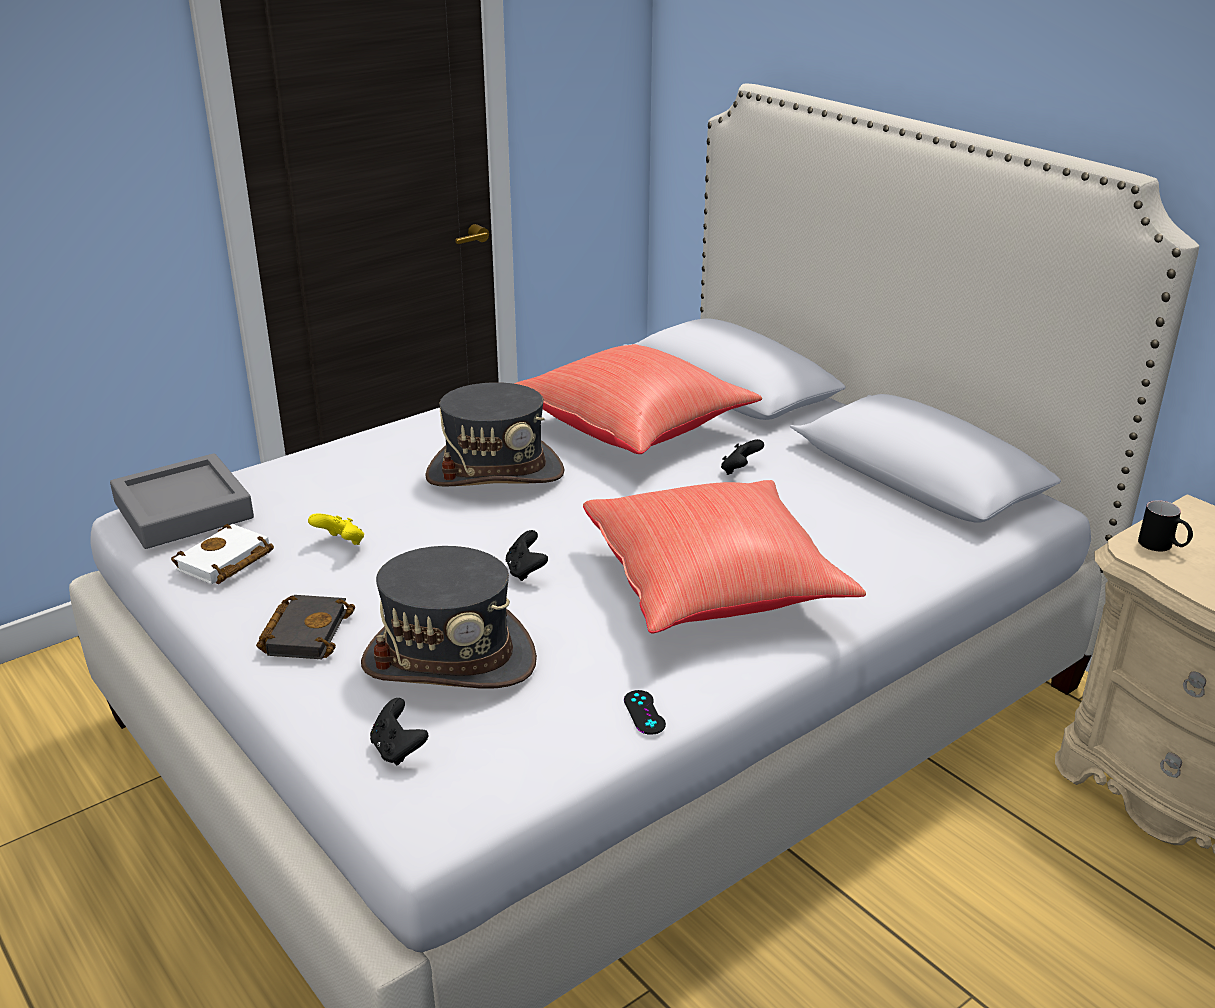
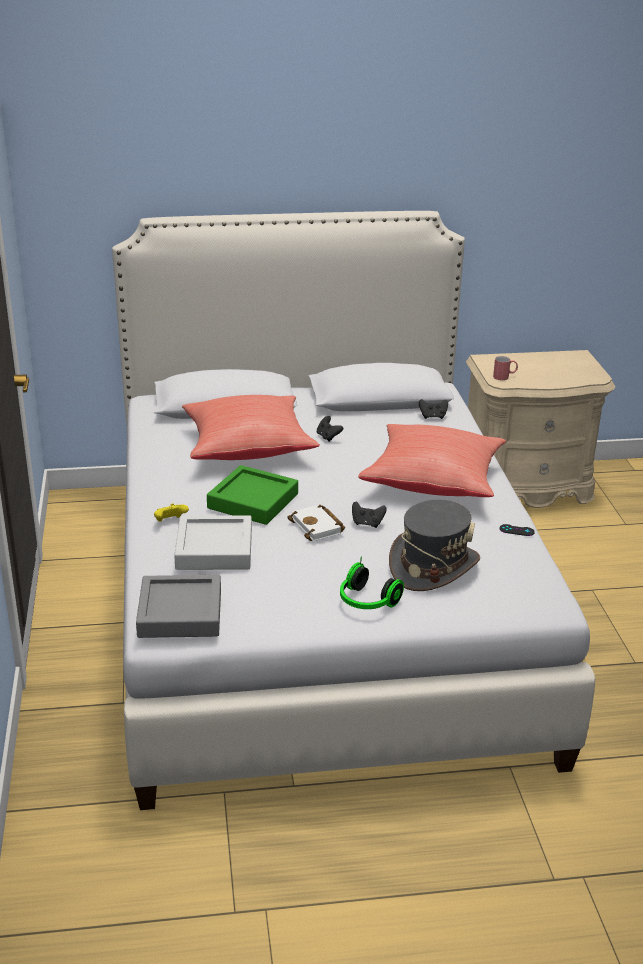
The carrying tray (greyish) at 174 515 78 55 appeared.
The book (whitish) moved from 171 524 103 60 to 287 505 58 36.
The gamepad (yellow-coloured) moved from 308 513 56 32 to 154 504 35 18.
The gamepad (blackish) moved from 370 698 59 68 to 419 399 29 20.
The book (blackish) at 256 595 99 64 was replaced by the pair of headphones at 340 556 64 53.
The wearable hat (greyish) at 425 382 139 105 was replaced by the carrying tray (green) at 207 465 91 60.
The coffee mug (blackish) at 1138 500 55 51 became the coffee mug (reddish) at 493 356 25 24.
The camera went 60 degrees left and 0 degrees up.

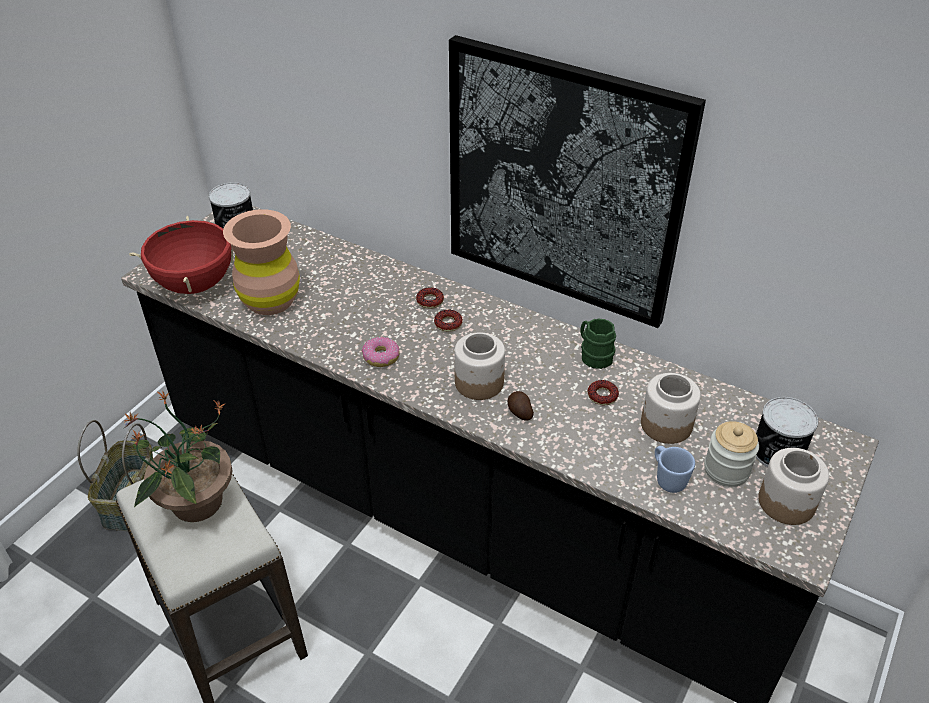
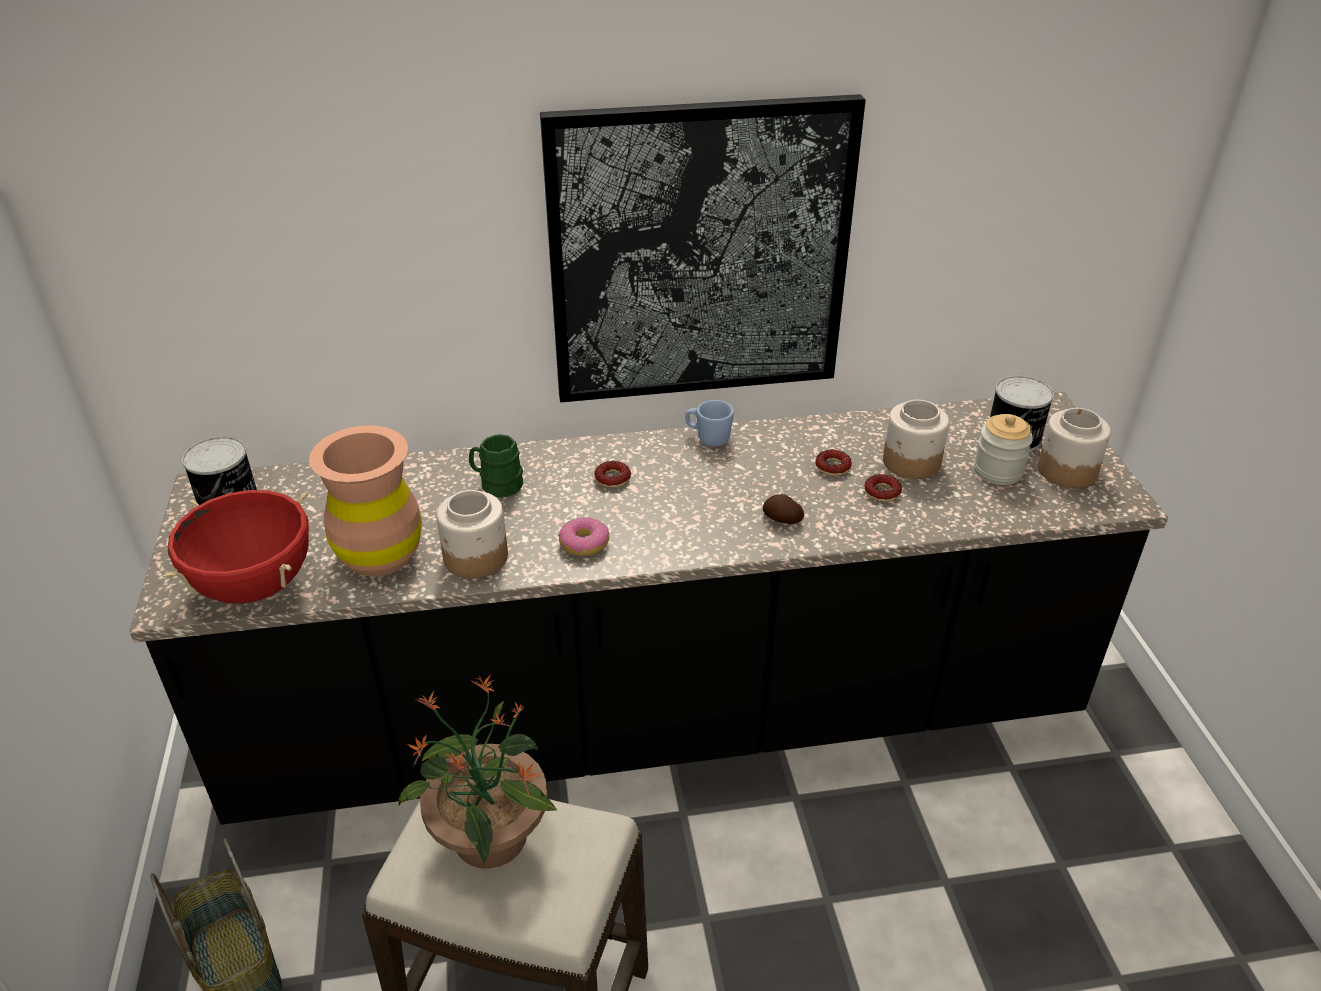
The doughnut moved from 416 287 28 22 to 864 474 38 28.
The preserve jar moved from 454 332 51 68 to 436 490 72 89.
The coffee mug (green) moved from 580 318 36 51 to 469 434 54 64.
The coffee mug (blue) moved from 655 446 40 47 to 685 400 49 47.
The camera went 40 degrees left and 5 degrees down.

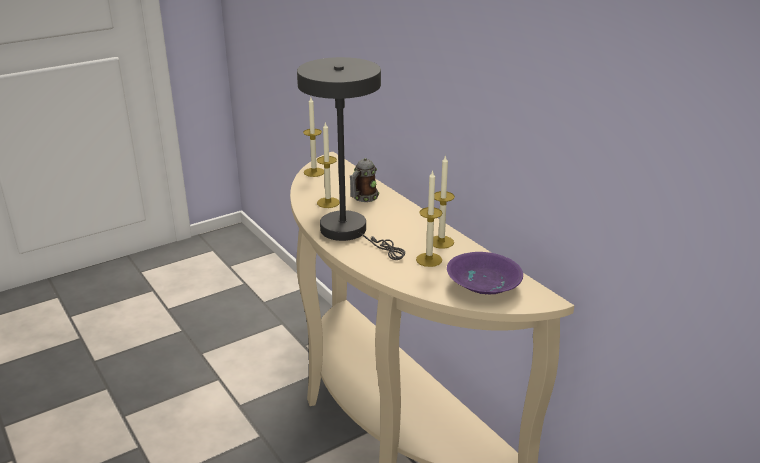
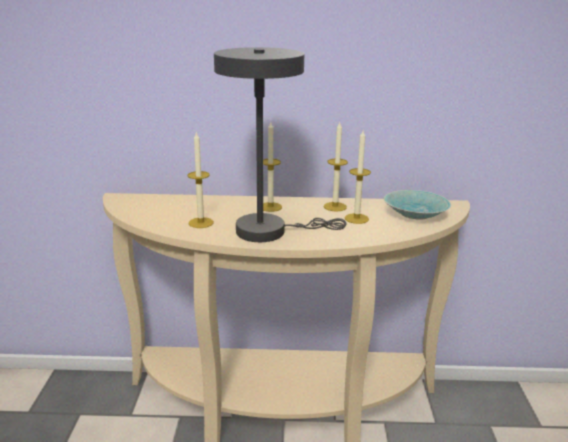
The coffee mug at 350 158 29 44 disappeared.
The candle moved from 303 97 21 80 to 263 122 19 90.
The serving bowl (purple-coloured) at 447 252 76 43 became the serving bowl (turquoise) at 384 190 67 30.
The camera went 55 degrees left and 5 degrees down.

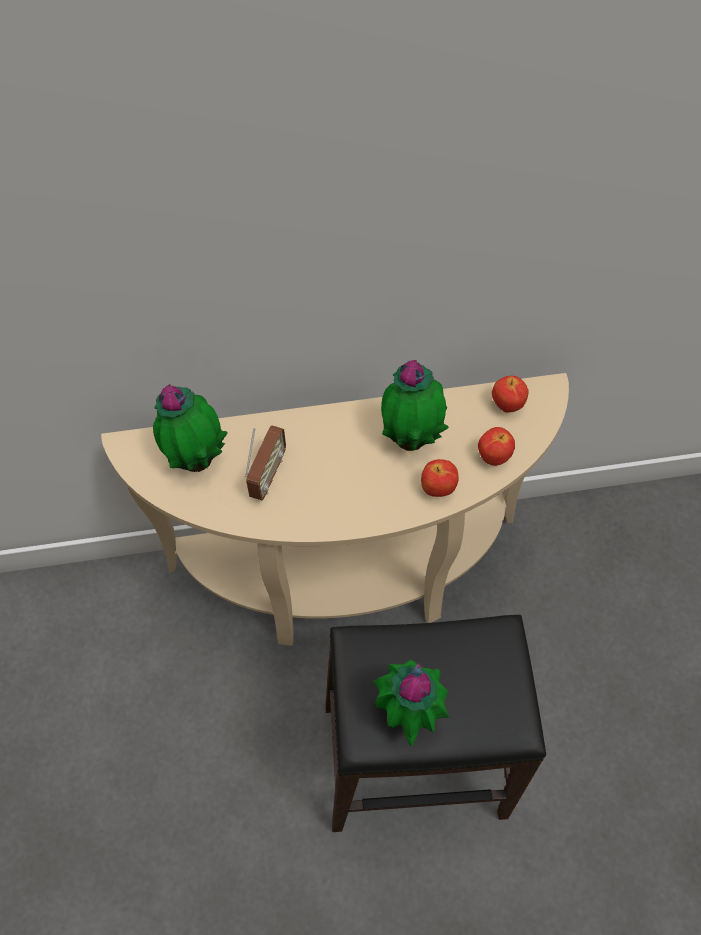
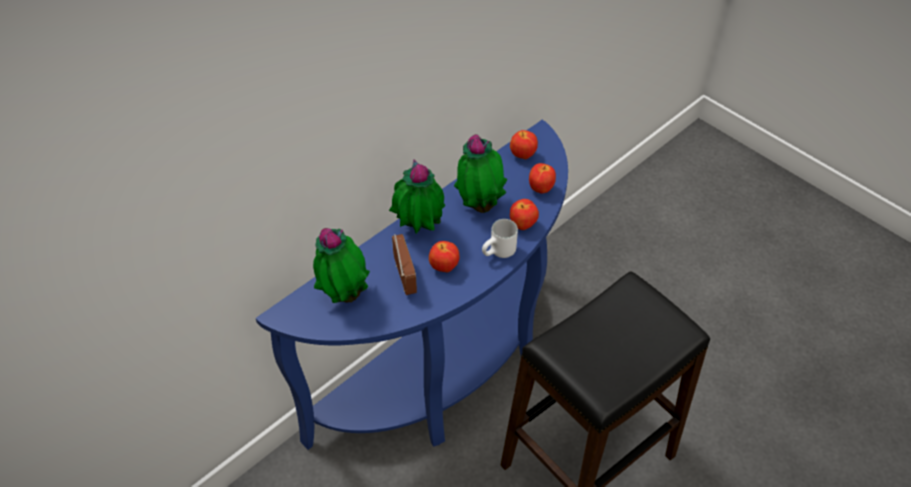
The apple at 429 241 31 31 appeared.
The coffee mug (whitish) at 482 219 36 39 appeared.
The houseplant moved from 373 660 76 87 to 389 159 56 75.
The console table (beige) at 101 373 468 273 became the console table (blue) at 256 120 312 330.
The camera went 35 degrees left and 10 degrees down.

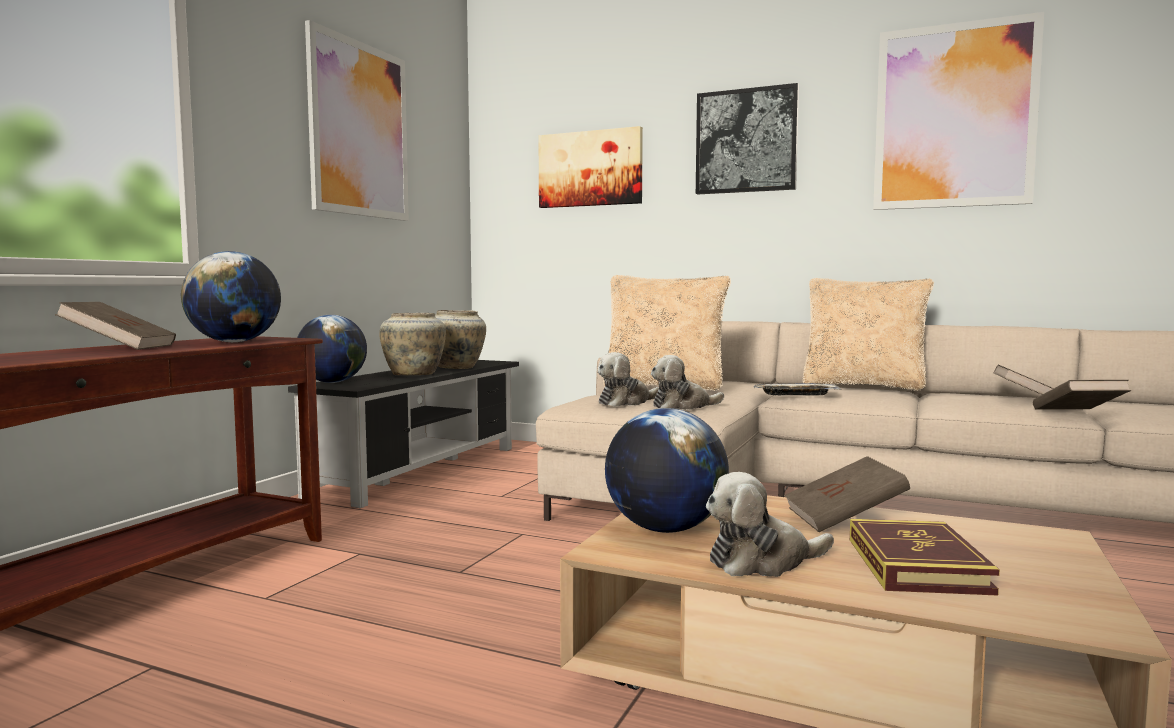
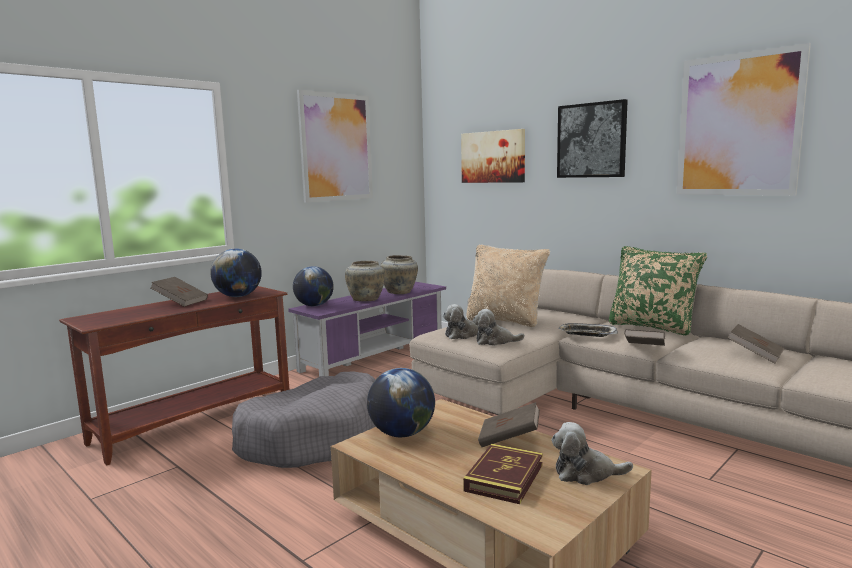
The pet bed (greyish) at 232 372 144 96 appeared.
The soft toy moved from 706 472 128 105 to 551 422 82 63.
The book (brown) moved from 1033 380 98 29 to 624 329 41 17.
The tv unit (blackish) at 288 360 231 148 became the tv unit (purple-coloured) at 288 282 158 95.
The throw pillow (beige) at 803 278 131 113 became the throw pillow (green) at 609 246 98 90.
The camera went 20 degrees right and 5 degrees up.

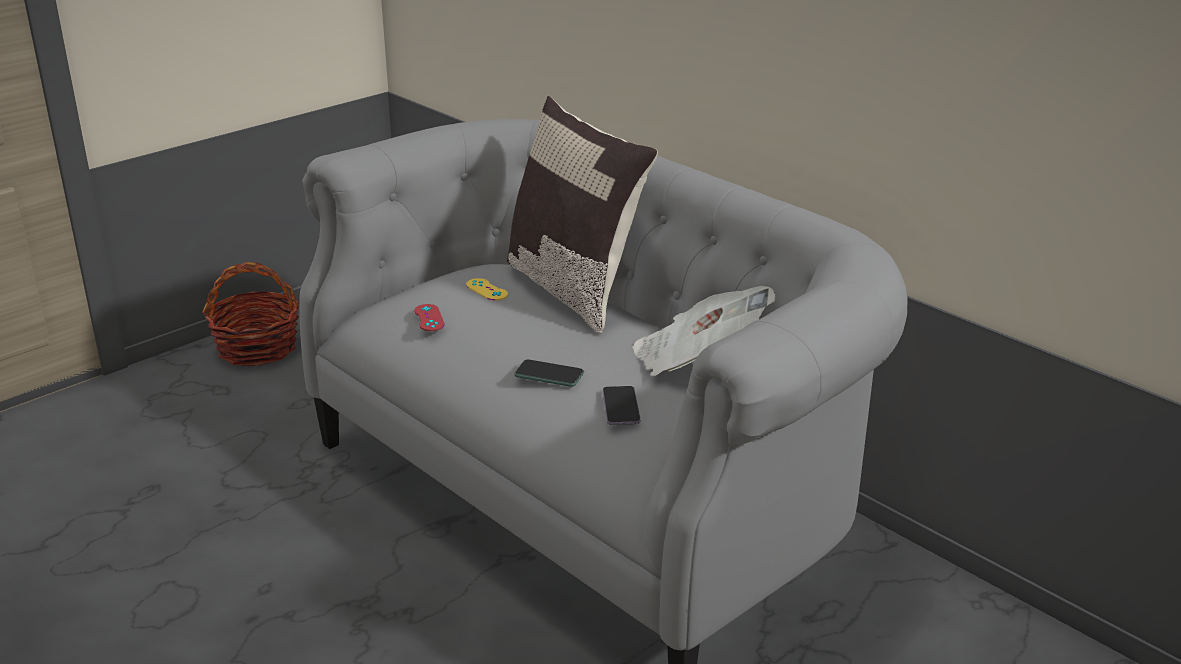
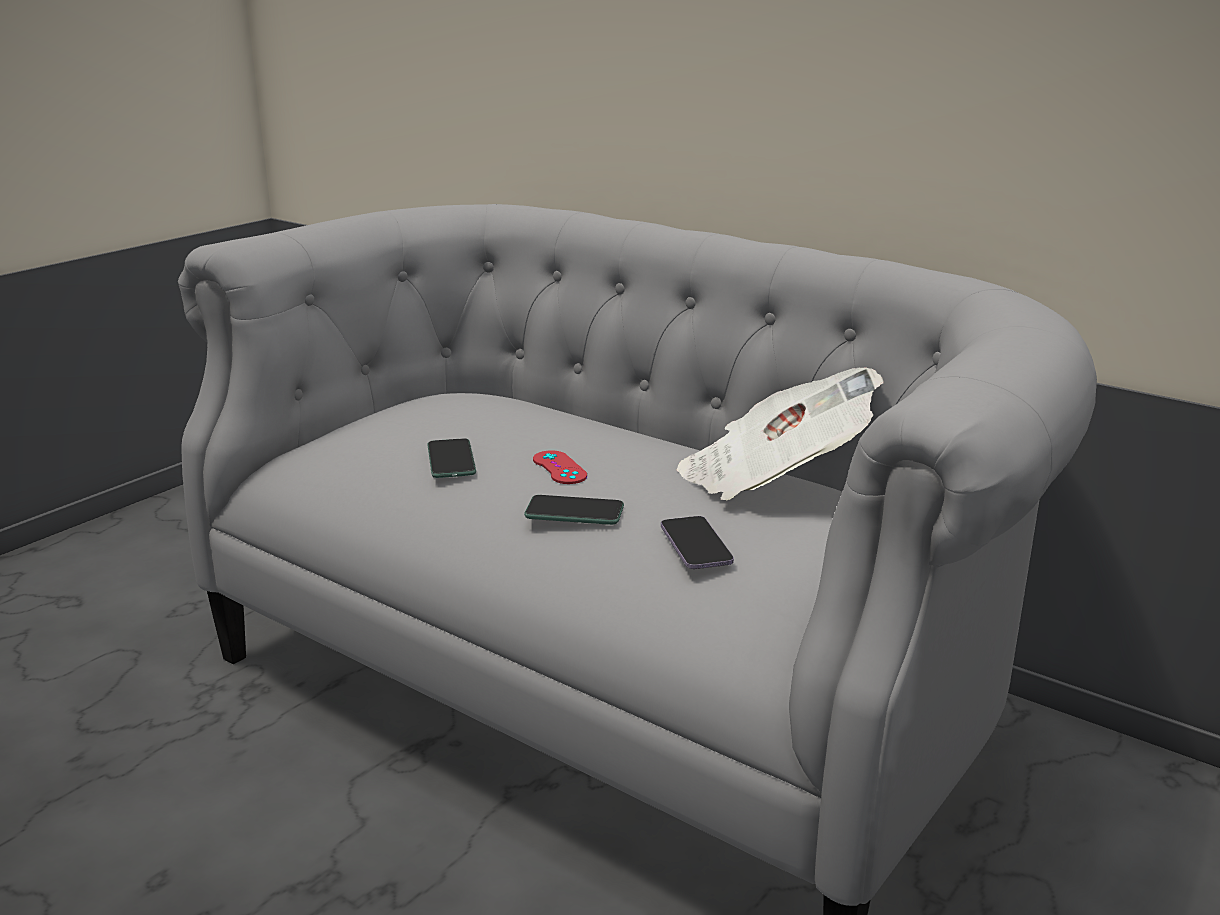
The basket at 202 262 97 104 disappeared.
The gamepad (yellow-coloured) at 466 278 42 23 disappeared.
The throw pillow at 507 96 151 237 disappeared.
The phone at 427 438 49 40 appeared.
The gamepad (reddish) moved from 414 304 30 27 to 533 450 54 34.
The camera went 10 degrees left and 5 degrees down.

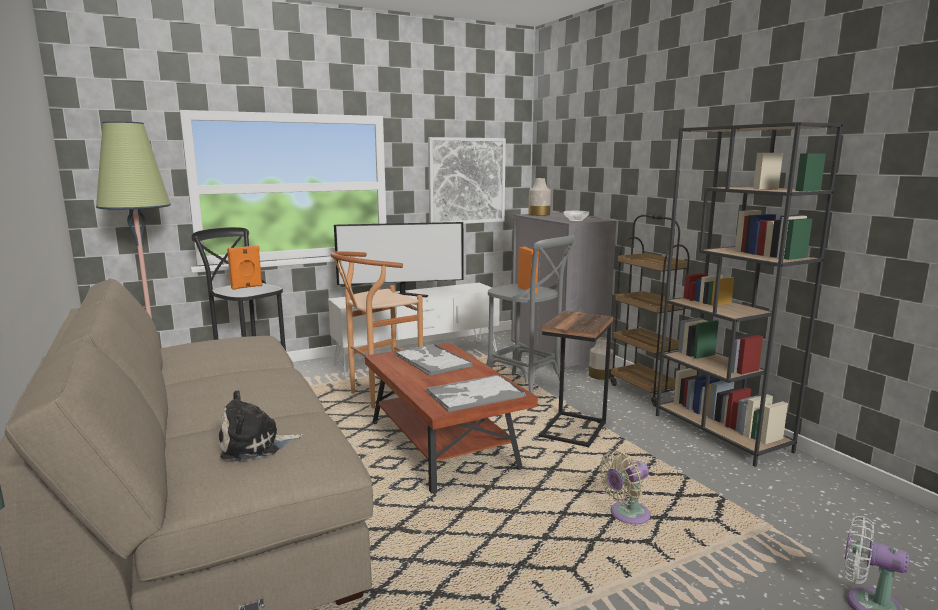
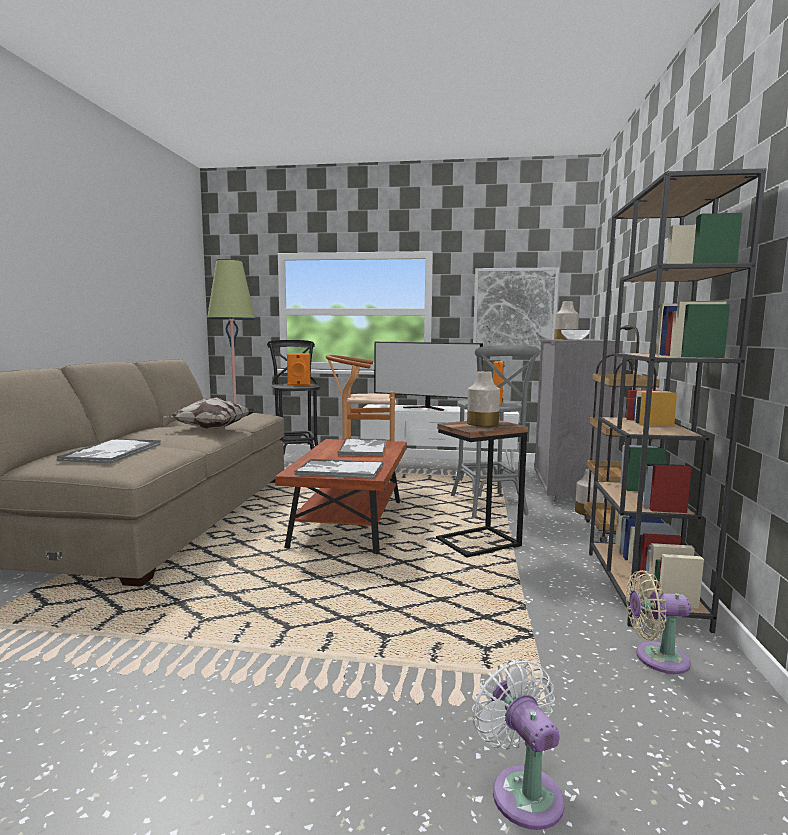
The throw pillow at 163 398 92 31 appeared.
The vase (beige) at 467 371 33 56 appeared.
The cooling fan (beige) moved from 599 451 52 73 to 626 570 65 104.
The soft toy at 219 390 84 71 was replaced by the carrying tray at 57 439 104 24.
The camera went 35 degrees right and 5 degrees down.

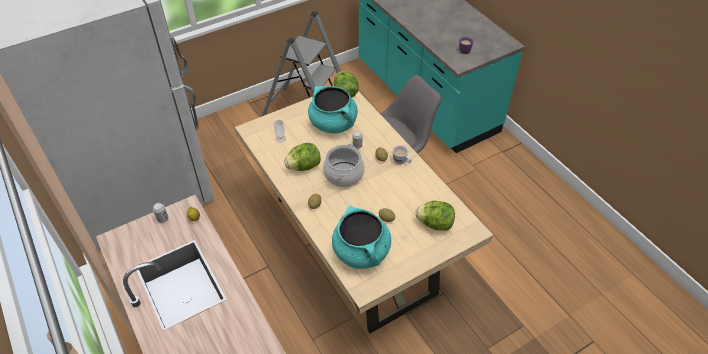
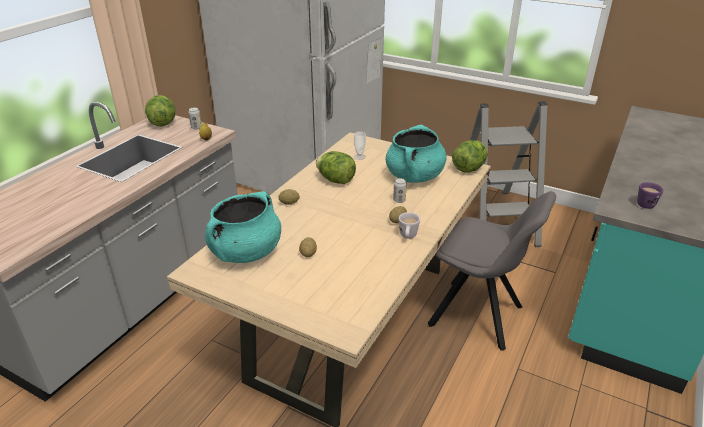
The cooking pot at 323 144 42 43 disappeared.
The lettuce moved from 415 201 40 30 to 145 95 30 31.
The camera went 60 degrees right and 15 degrees down.

